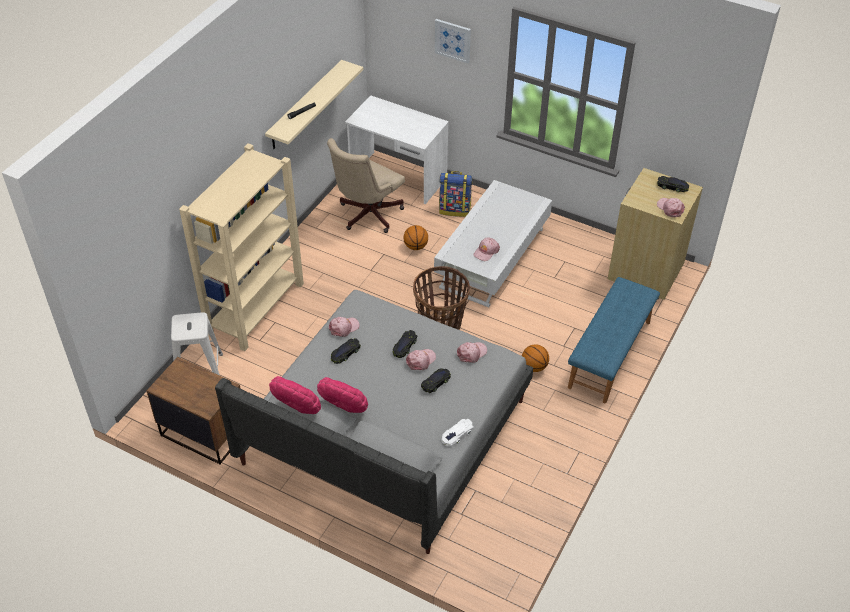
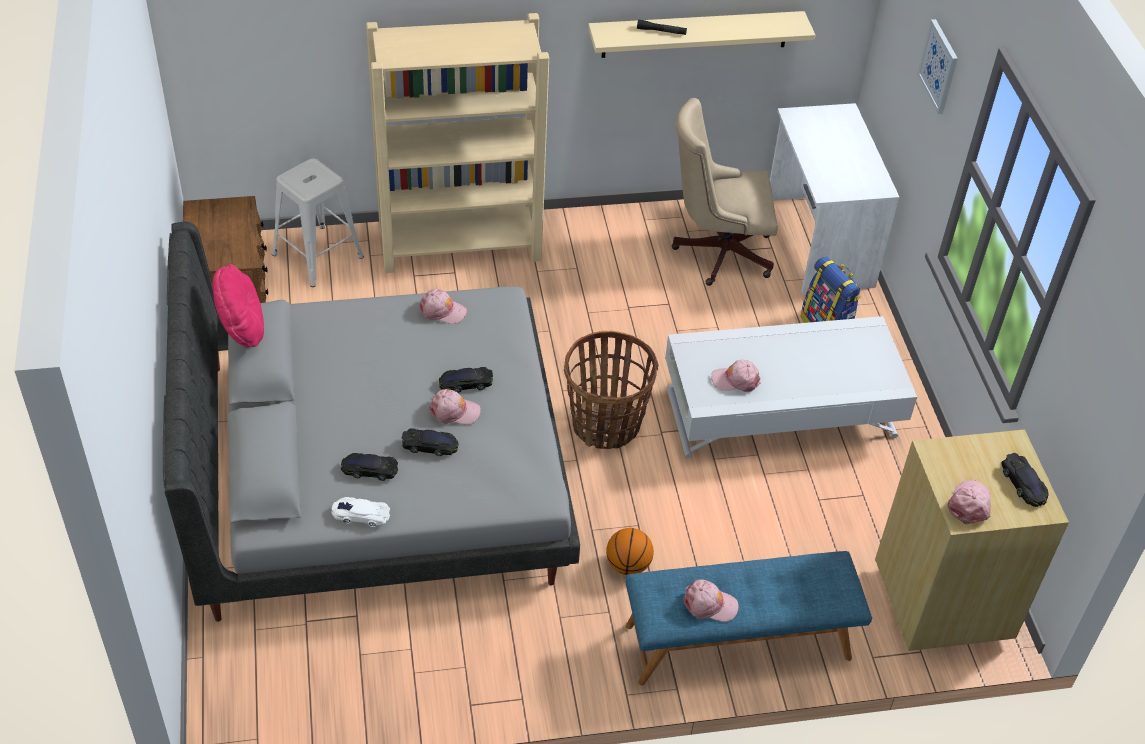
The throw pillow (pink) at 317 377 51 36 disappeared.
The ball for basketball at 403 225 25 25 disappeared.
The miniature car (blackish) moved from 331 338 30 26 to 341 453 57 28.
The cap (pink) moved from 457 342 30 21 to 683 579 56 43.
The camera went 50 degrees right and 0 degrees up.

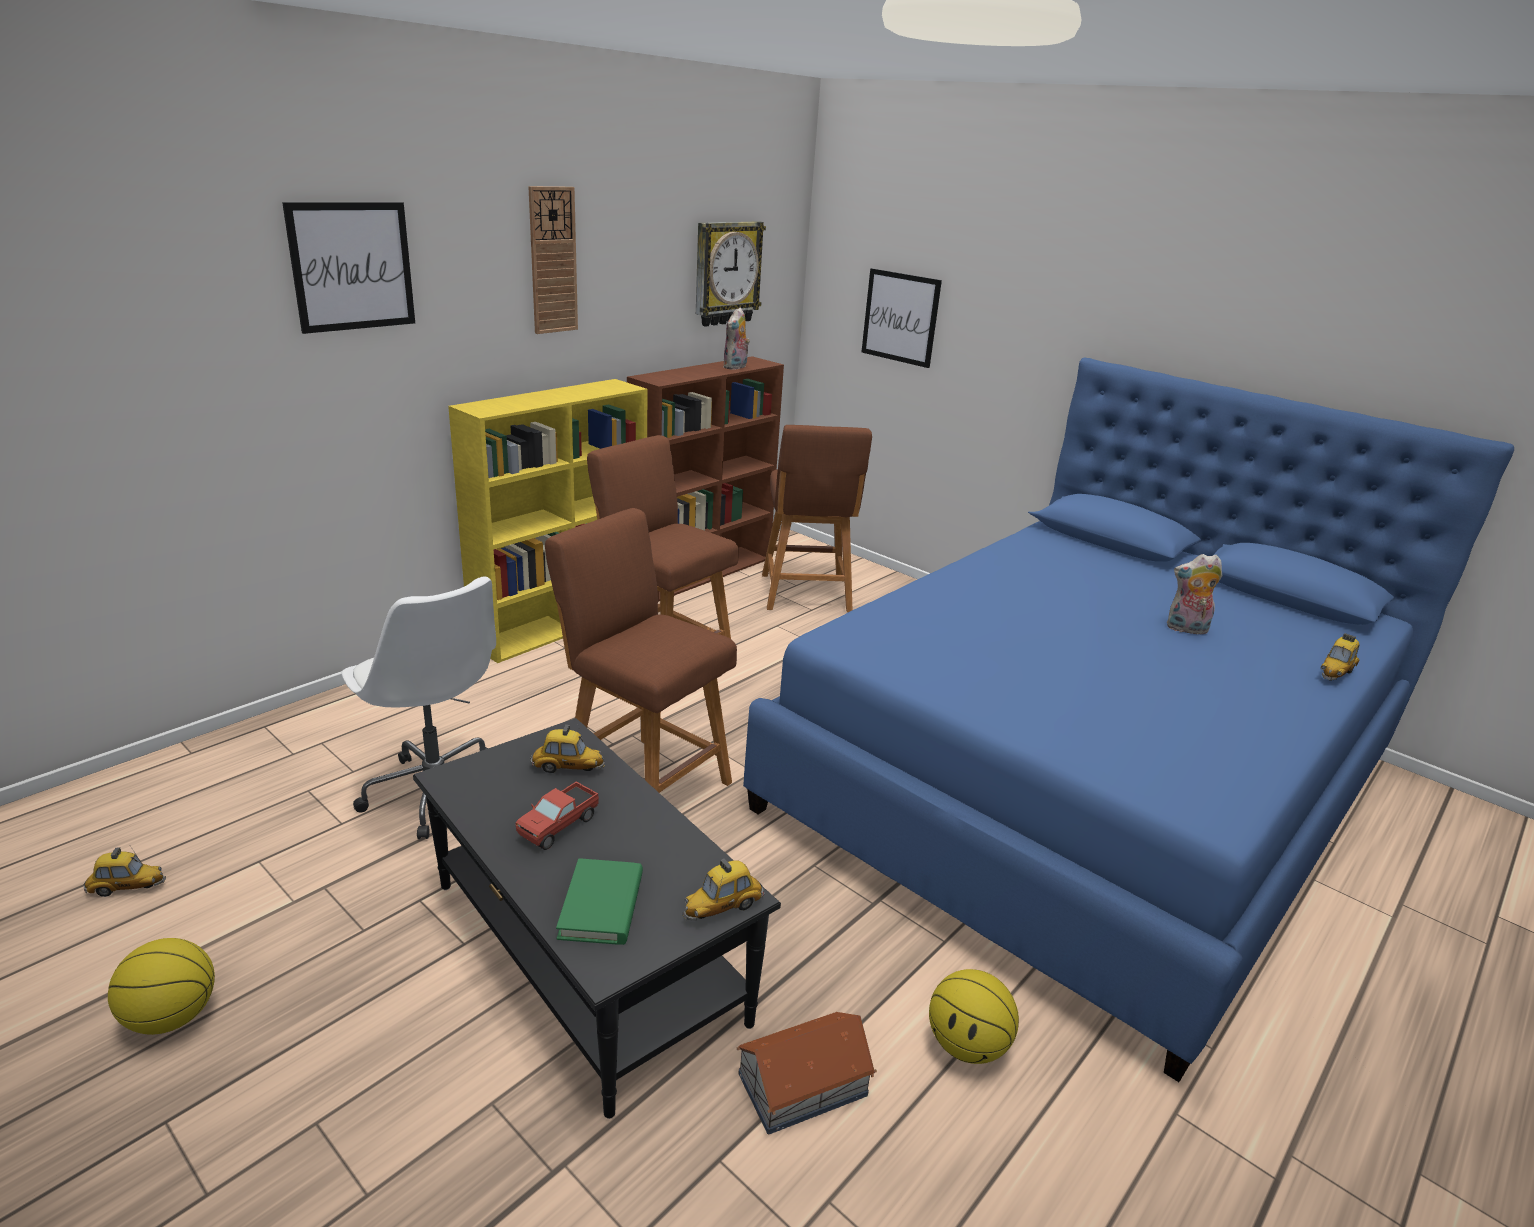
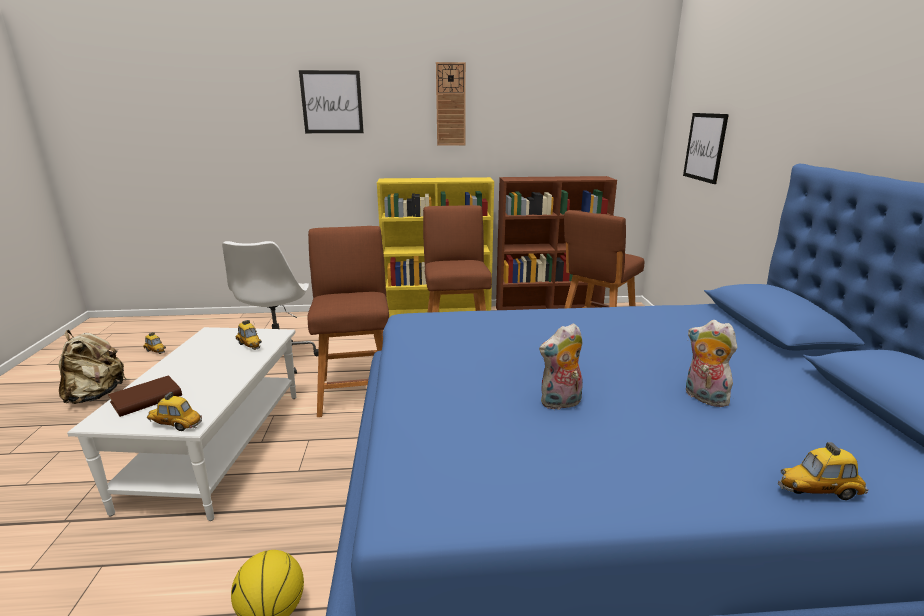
The model truck at 515 782 84 68 disappeared.
The hanging clock at 696 221 70 106 disappeared.
The toy house at 737 1012 140 123 disappeared.
The soft toy moved from 723 307 27 63 to 539 323 44 87.
The ball for basketball at 108 938 107 97 was replaced by the rucksack (beige) at 58 330 69 74.
The lounge table (blackish) at 413 718 368 401 became the lounge table (whitish) at 67 327 229 194.
The book (green) at 556 858 87 87 became the book (brown) at 108 375 74 42.
The camera went 45 degrees right and 5 degrees down.

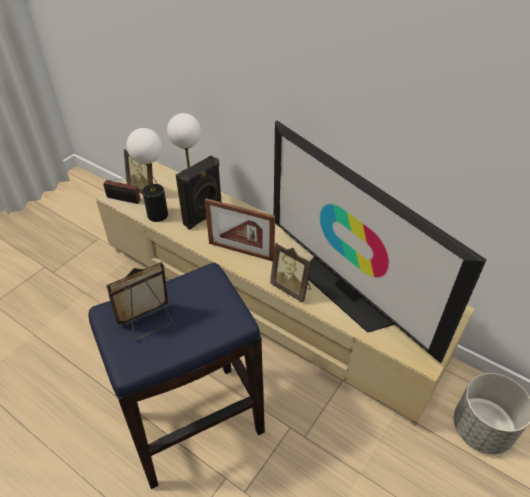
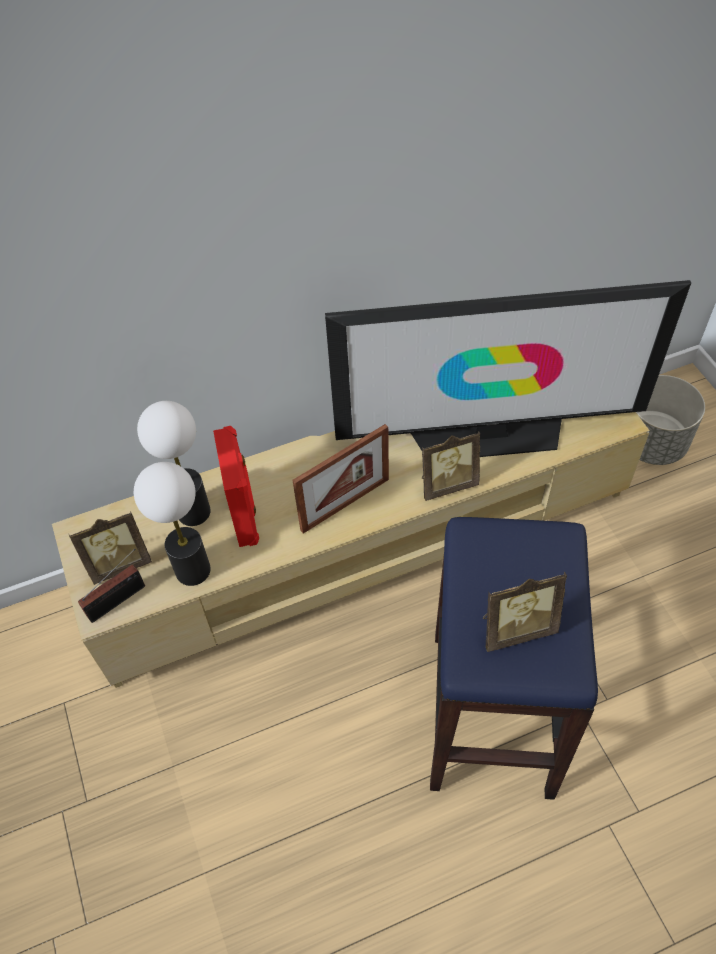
The audio speaker (blackish) at 176 156 45 74 became the audio speaker (reddish) at 213 426 46 121.
The standing frame at 106 262 67 79 turned 105 degrees counterclockwise.
The camera went 55 degrees left and 10 degrees up.

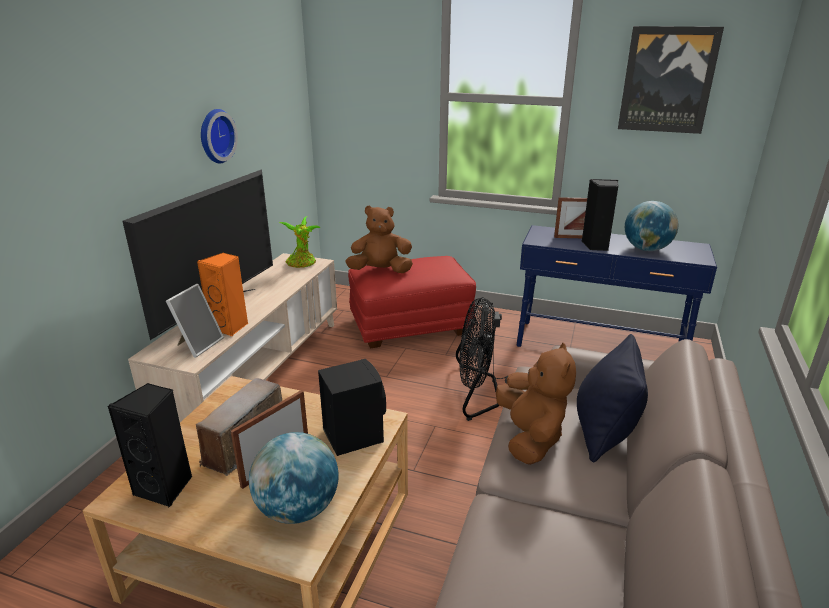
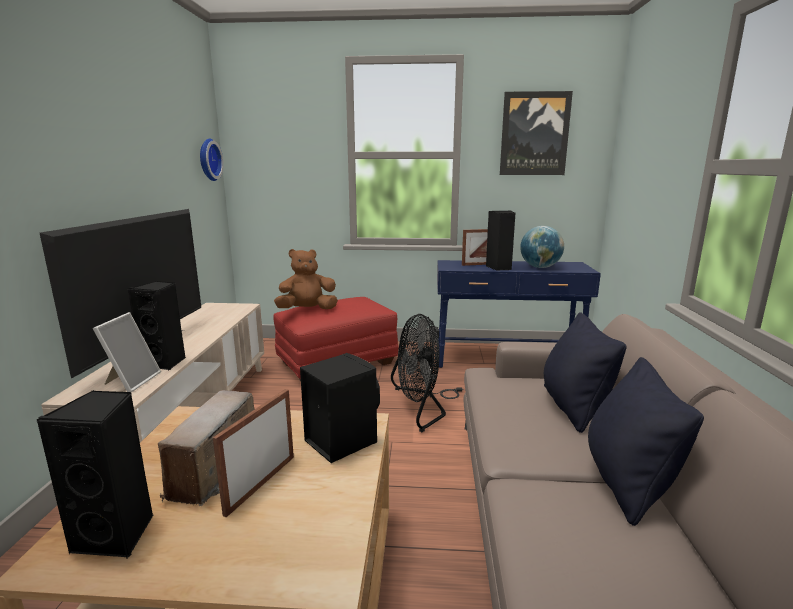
The world globe at 249 432 90 92 disappeared.
The houseplant at 279 216 42 52 disappeared.
The soft toy (brown) at 496 343 80 122 disappeared.
The throw pillow (blackish) at 588 357 116 169 appeared.
The hanging clock moved from 201 109 37 54 to 200 139 24 42.
The audio speaker (orange-coloured) at 197 252 51 84 became the audio speaker (blackish) at 128 281 58 90.
The camera went 15 degrees left and 10 degrees down.

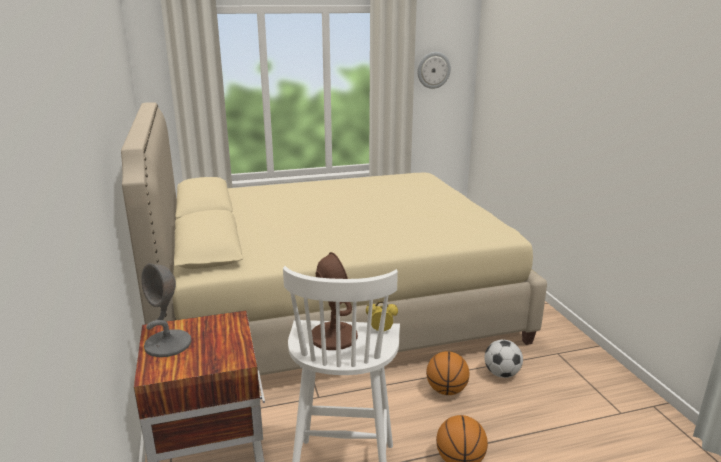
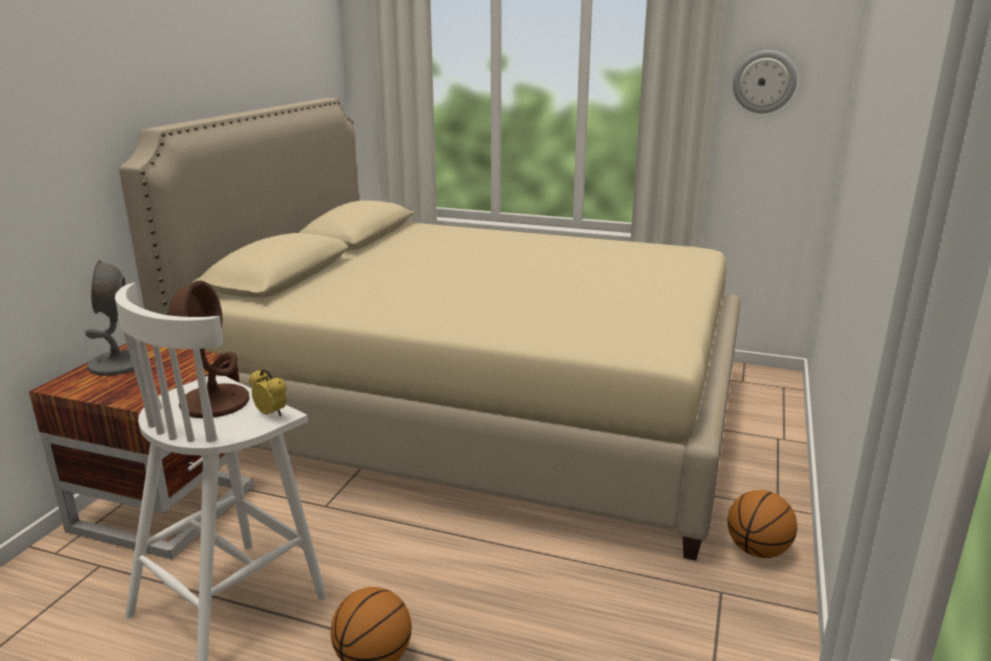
The football at 484 340 39 38 disappeared.
The ball for basketball moved from 426 351 44 44 to 727 490 70 68.
The camera went 35 degrees right and 0 degrees up.

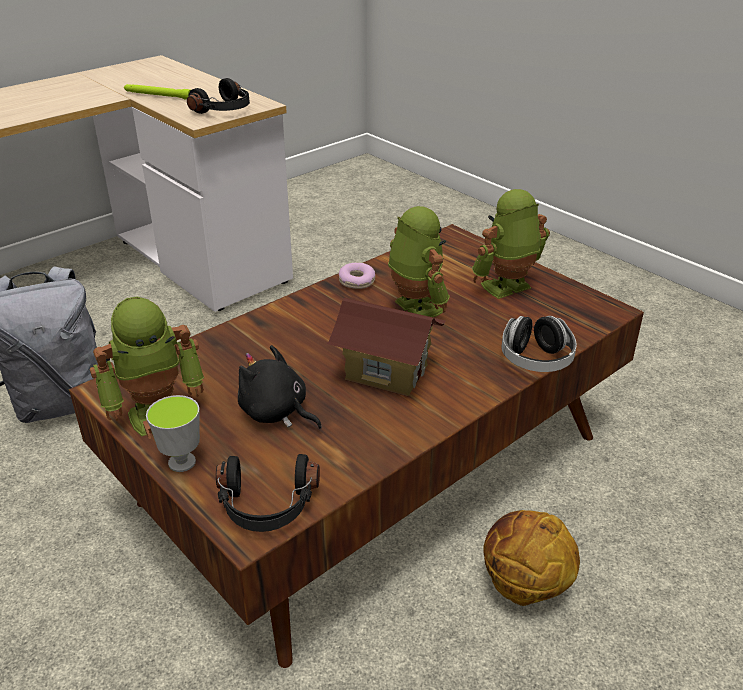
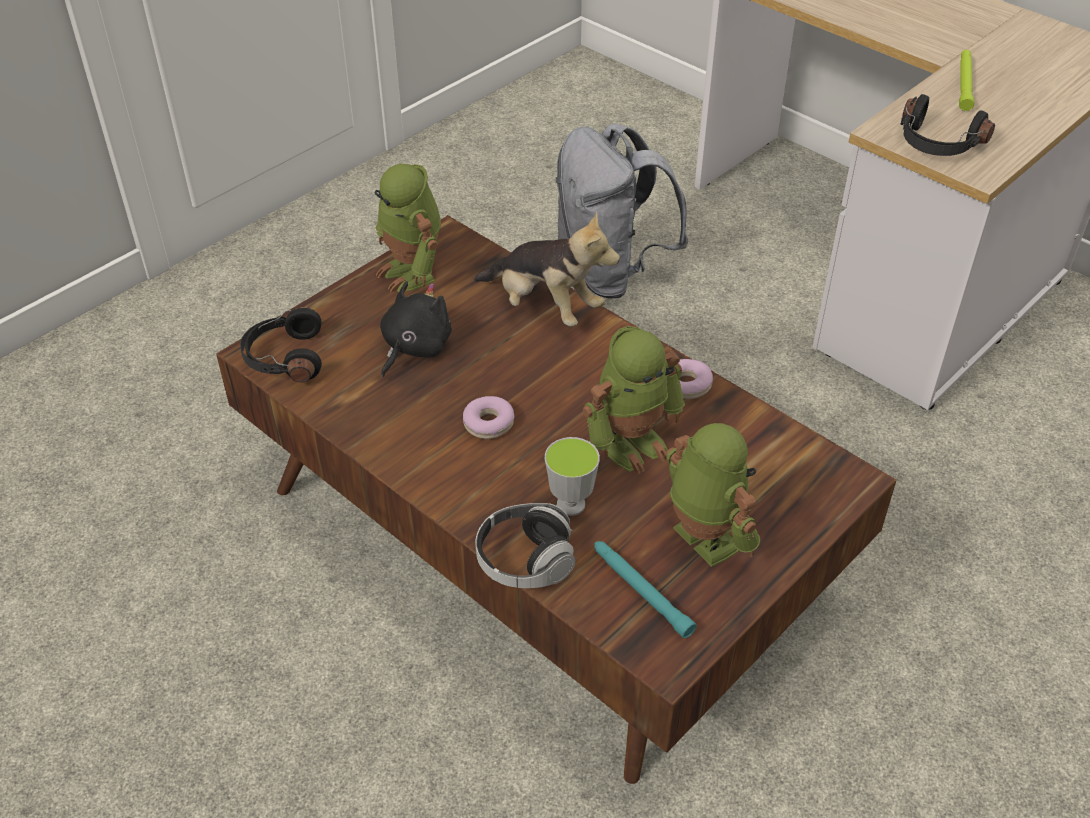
The ball for basketball at 483 510 97 96 disappeared.
The soft toy at 474 211 146 115 appeared.
The hand torch (turquoise) at 594 541 102 97 appeared.
The small cup moved from 146 395 54 77 to 545 437 55 79.
The toy house at 326 298 120 98 was replaced by the doughnut at 463 396 51 43.
The camera went 85 degrees right and 10 degrees up.

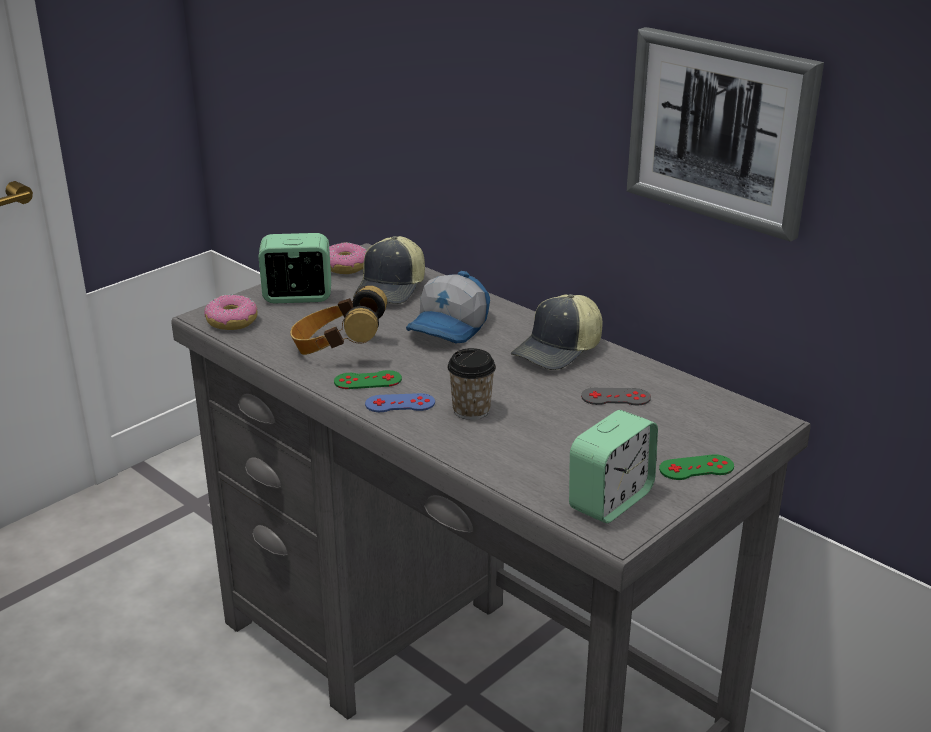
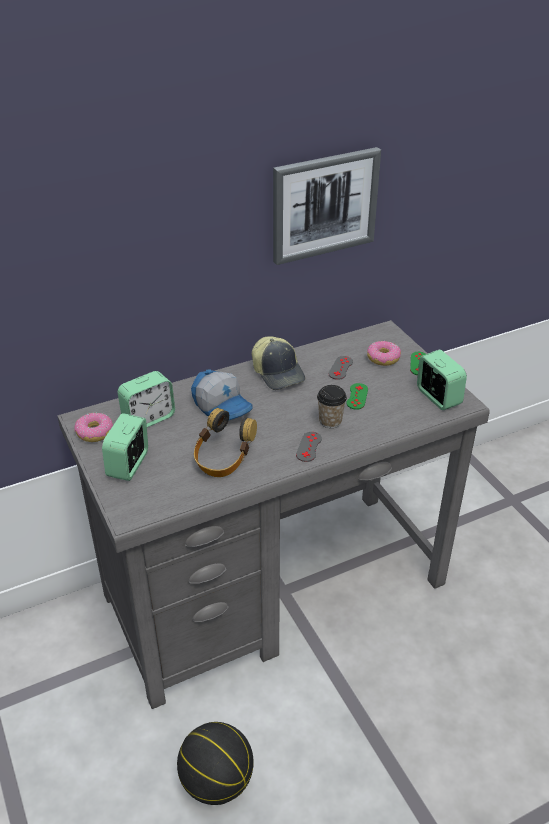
The ball for basketball at 177 722 77 83 appeared.
The doughnut moved from 204 295 54 35 to 367 341 34 25.
The gamepad (green) moved from 334 370 68 19 to 347 383 21 27.
The cap at 353 236 72 68 was replaced by the table clock at 117 371 58 56.
The gamepad (blue) at 365 393 70 19 became the gamepad (greyish) at 296 432 26 30.
The camera went 70 degrees left and 10 degrees up.

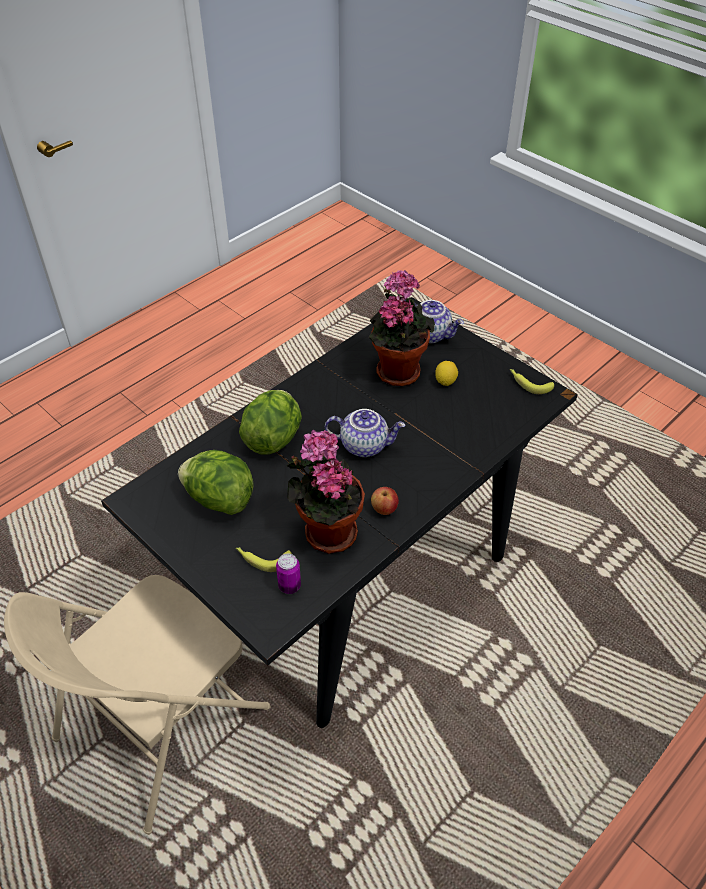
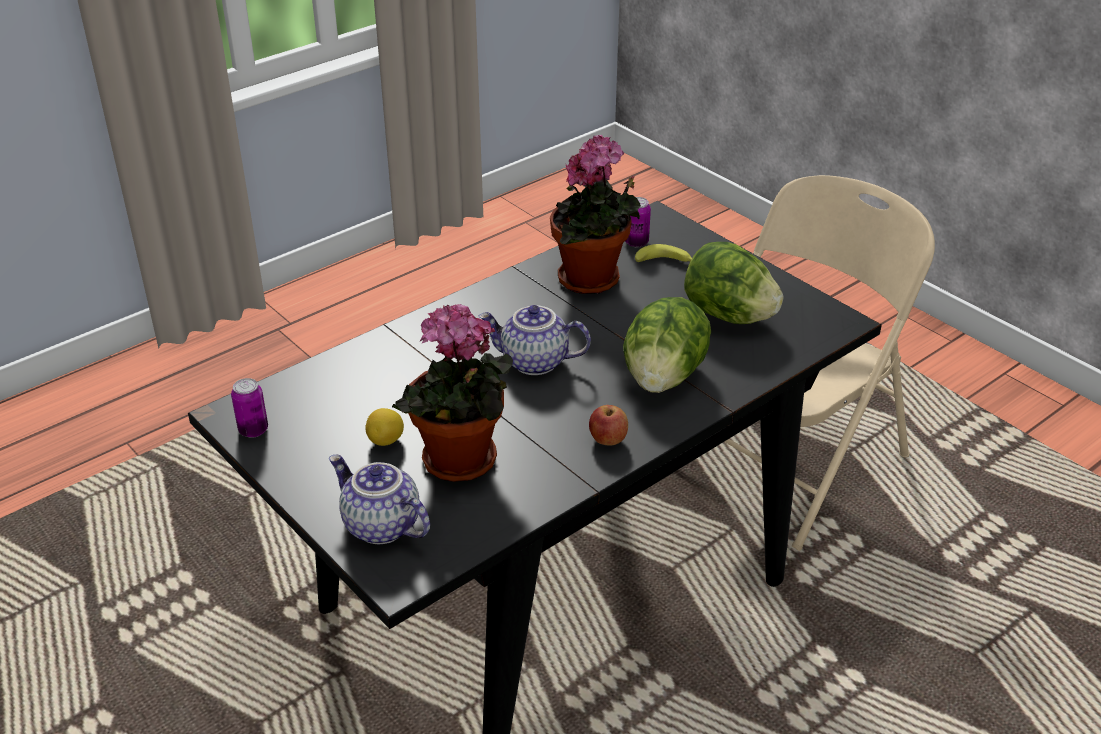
The apple moved from 371 487 28 28 to 589 405 39 41.
The banana fruit at 510 369 44 25 was replaced by the metal can at 231 378 37 60.
The camera went 175 degrees left and 10 degrees down.

